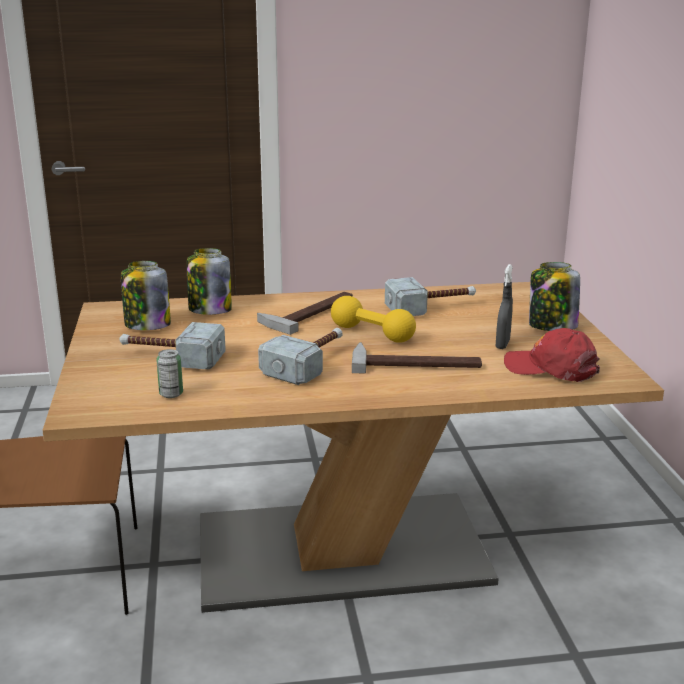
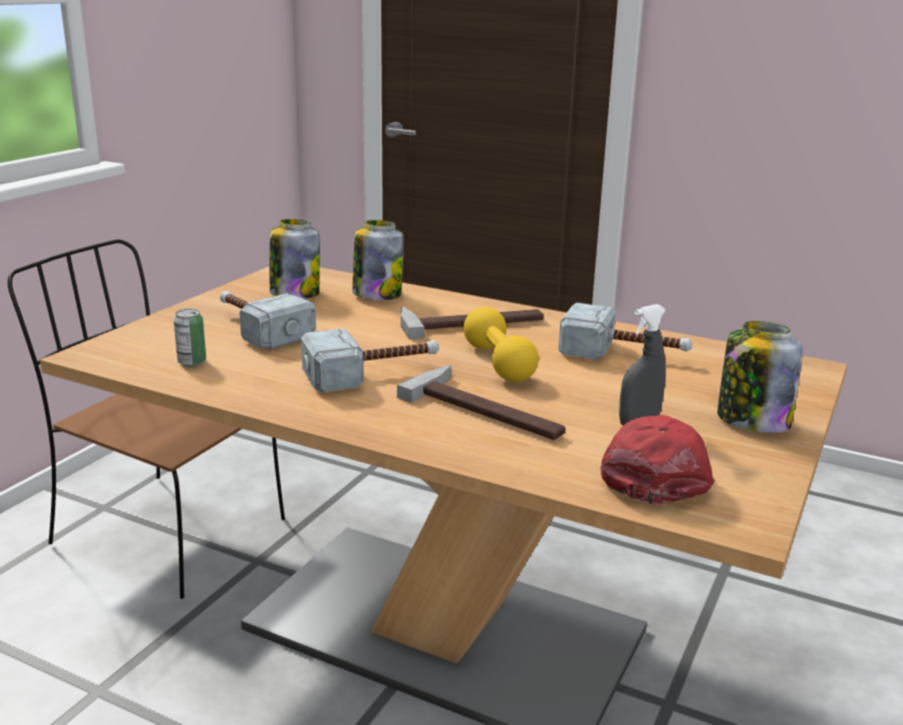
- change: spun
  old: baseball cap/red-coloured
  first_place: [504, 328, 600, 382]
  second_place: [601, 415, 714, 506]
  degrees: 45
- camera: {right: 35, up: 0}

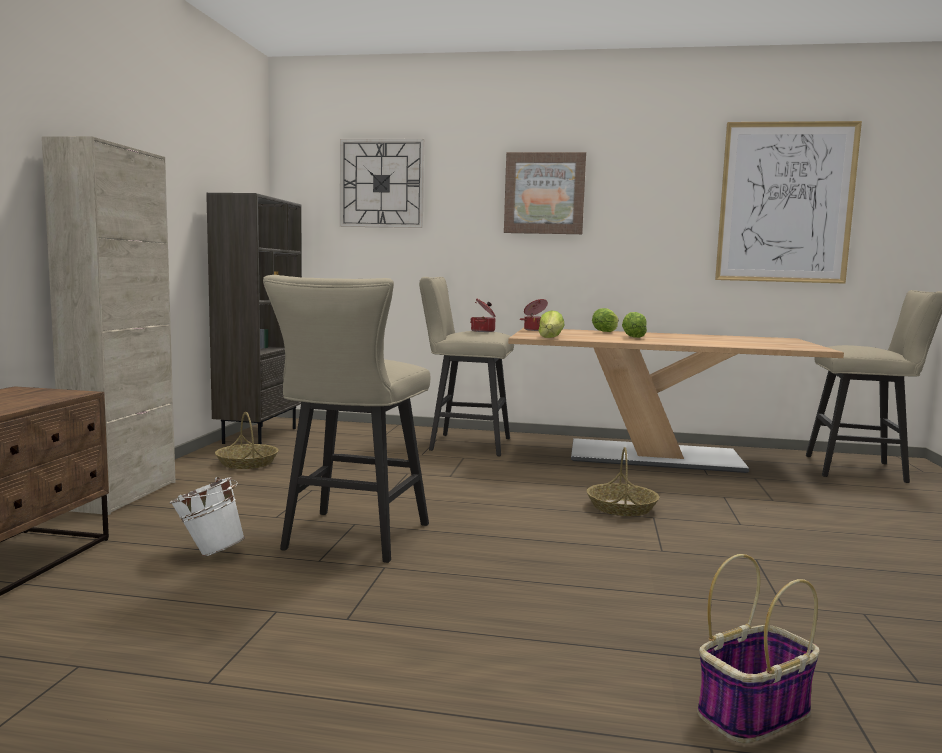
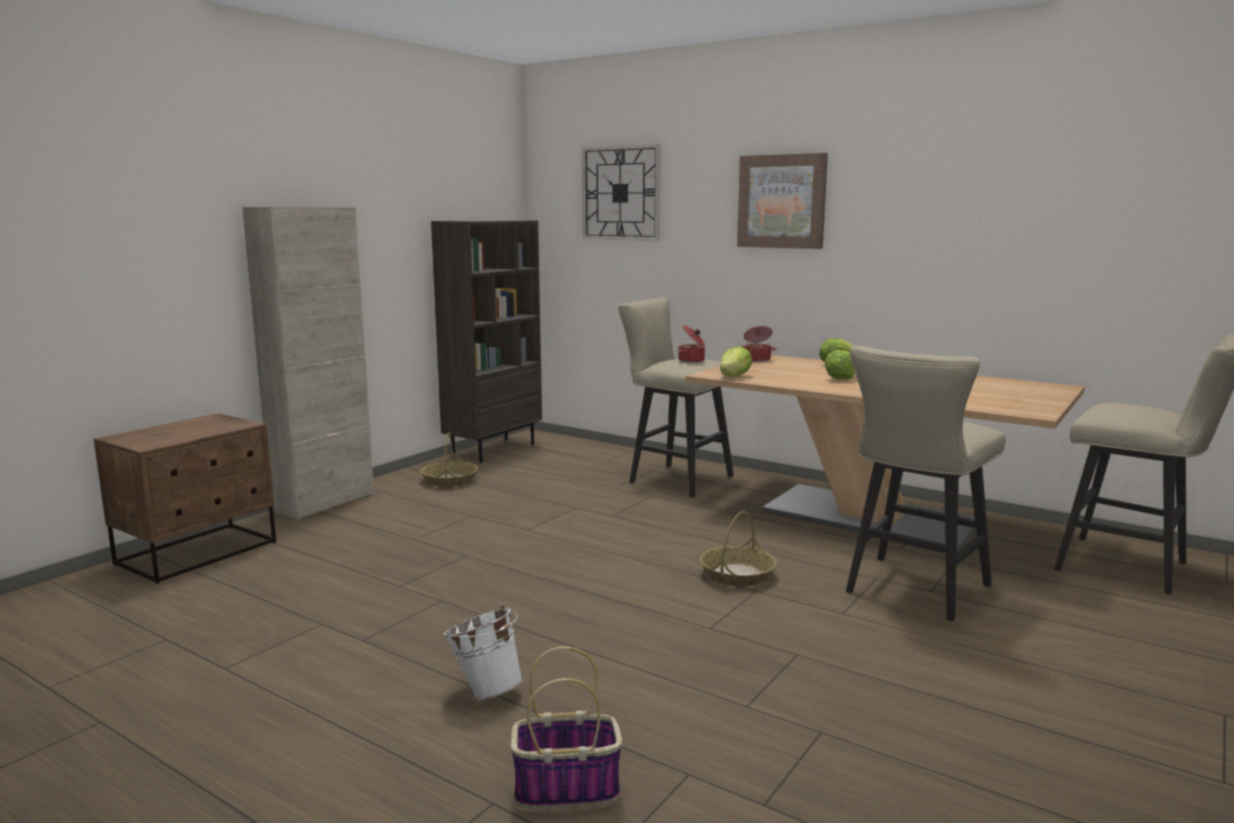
- change: missing
  old: wall picture
  first_place: [715, 121, 862, 284]
- change: relocated
  old: water bucket/whitish
  first_place: [169, 477, 245, 557]
  second_place: [443, 604, 523, 700]
- change: relocated
  old: stool seat/beige
  first_place: [263, 275, 430, 563]
  second_place: [846, 346, 1005, 621]
- camera: {right: 25, up: 5}

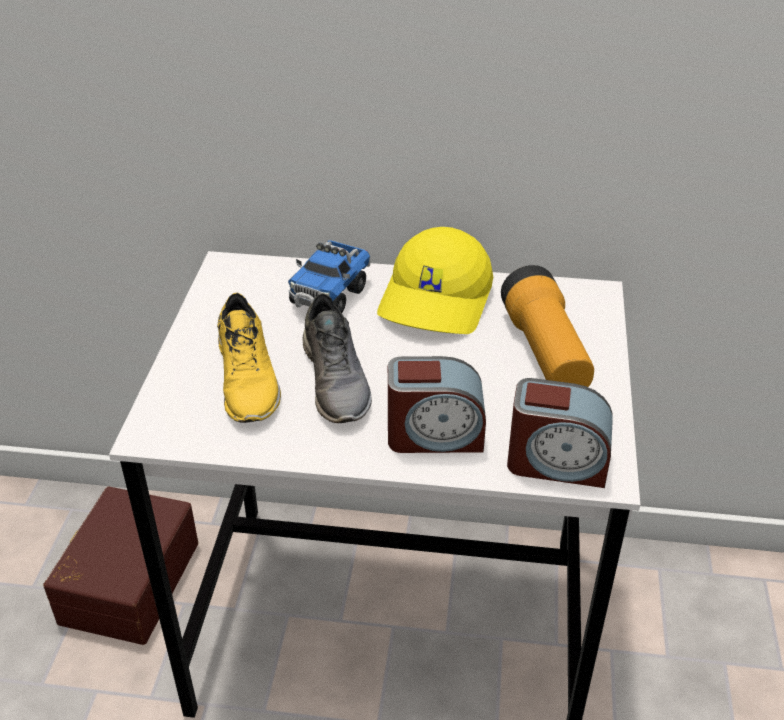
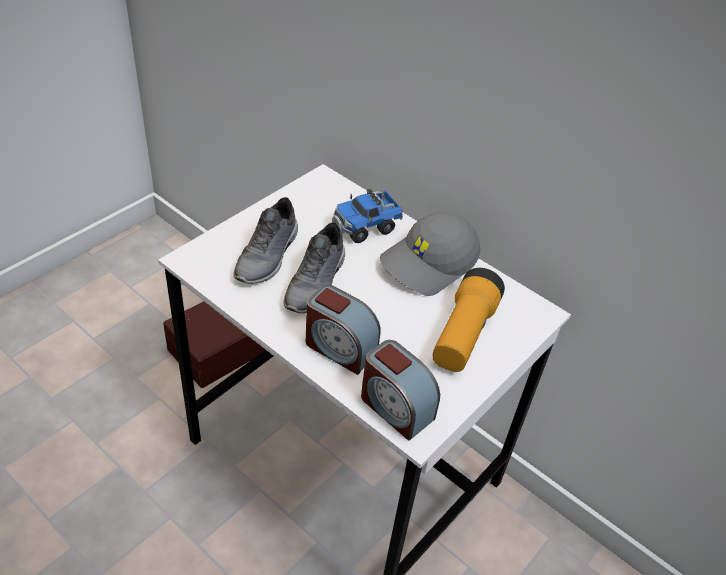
- change: colour
  old: item of footwear/yellow-coloured
  new: item of footwear/grey
  first_place: [217, 293, 281, 423]
  second_place: [234, 197, 298, 284]
- change: colour
  old: baseball cap/yellow-coloured
  new: baseball cap/grey
  first_place: [377, 227, 493, 334]
  second_place: [380, 212, 480, 296]
- camera: {right: 30, up: 5}

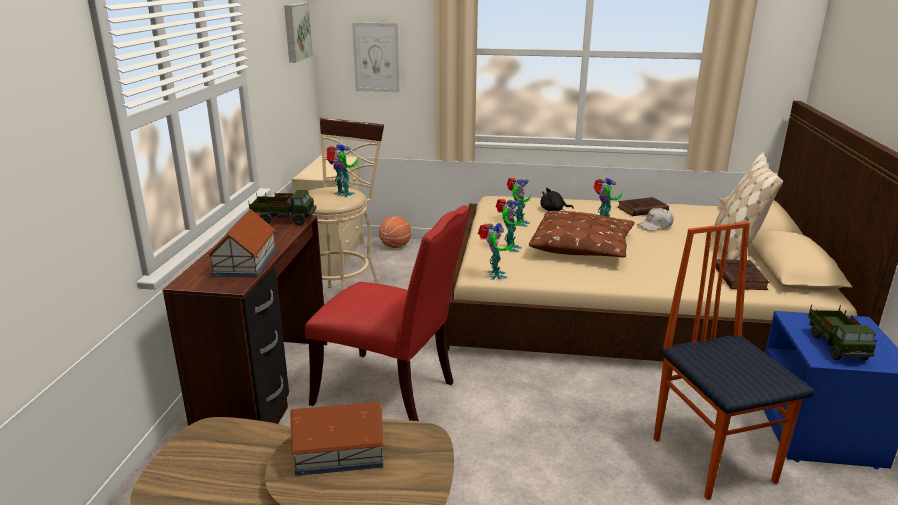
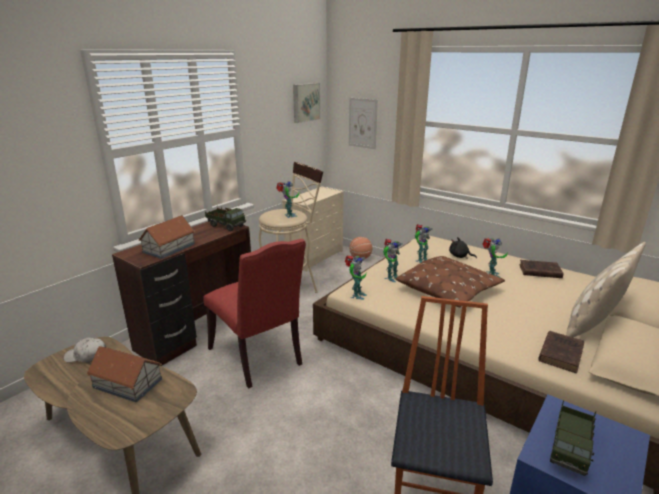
- change: relocated
  old: baseball cap/whitish
  first_place: [637, 208, 673, 231]
  second_place: [64, 337, 107, 363]
- camera: {right: 30, up: 0}

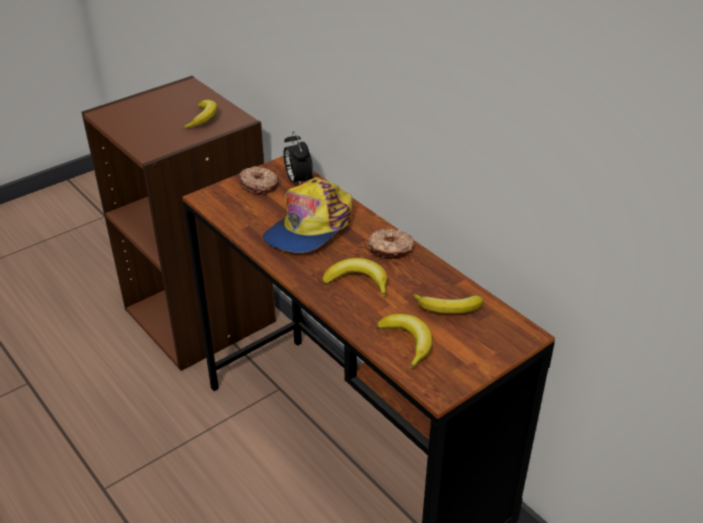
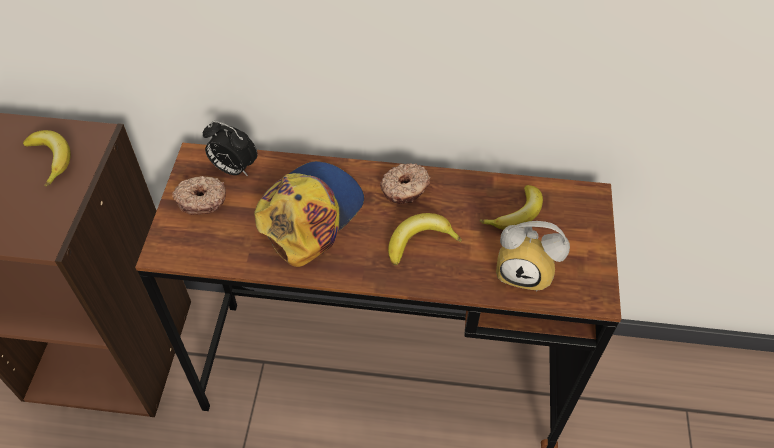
- change: exchanged
  old: banana
  new: alarm clock
  first_place: [377, 314, 433, 369]
  second_place: [496, 221, 570, 292]
- change: spun
  old: baseball cap
  first_place: [263, 177, 353, 253]
  second_place: [254, 161, 364, 267]
  degrees: -135
- camera: {right: -45, up: 15}

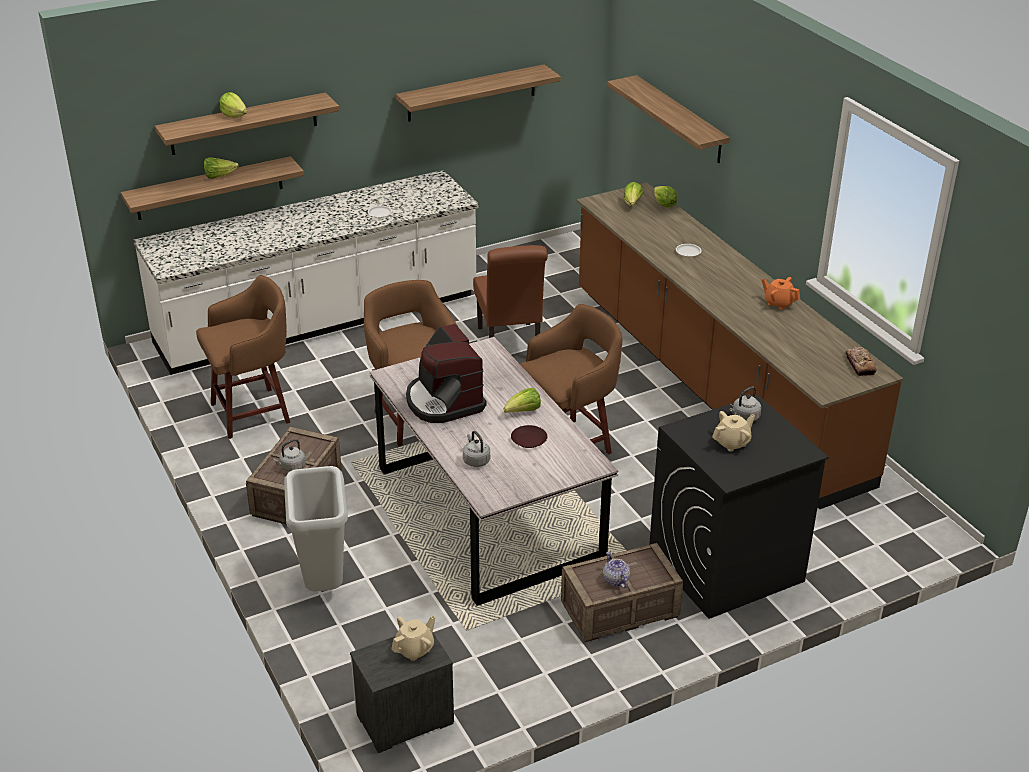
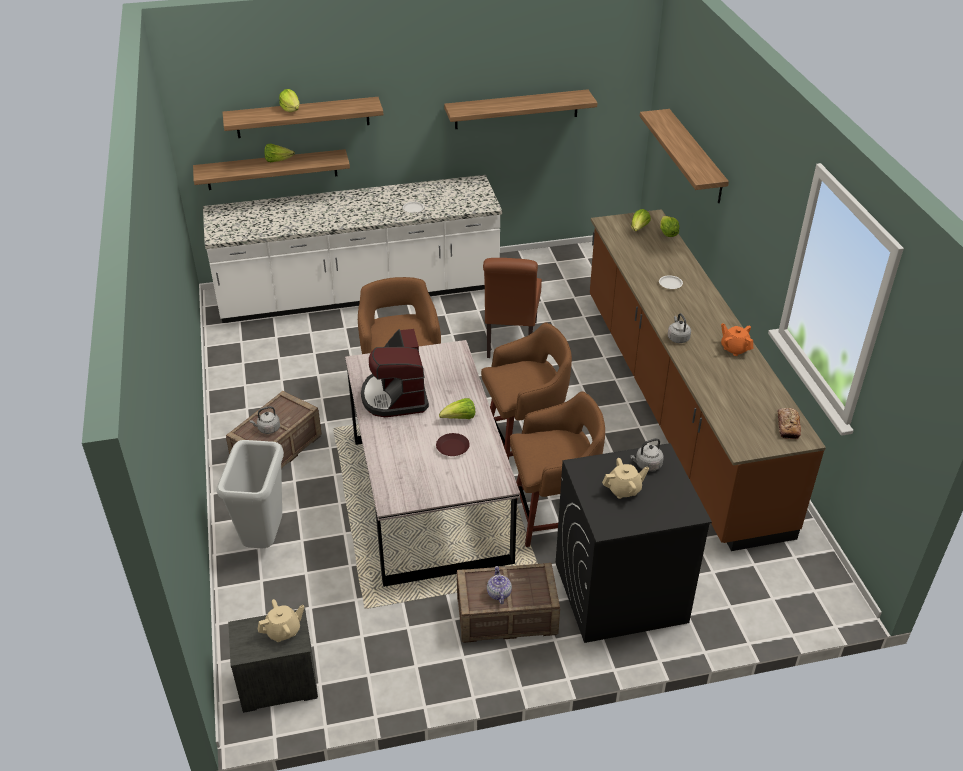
- change: relocated
  old: stool seat/brown
  first_place: [196, 275, 290, 439]
  second_place: [510, 391, 605, 547]
- change: relocated
  old: kettle/grey
  first_place: [463, 431, 490, 467]
  second_place: [668, 313, 691, 343]
- camera: {right: 15, up: 5}

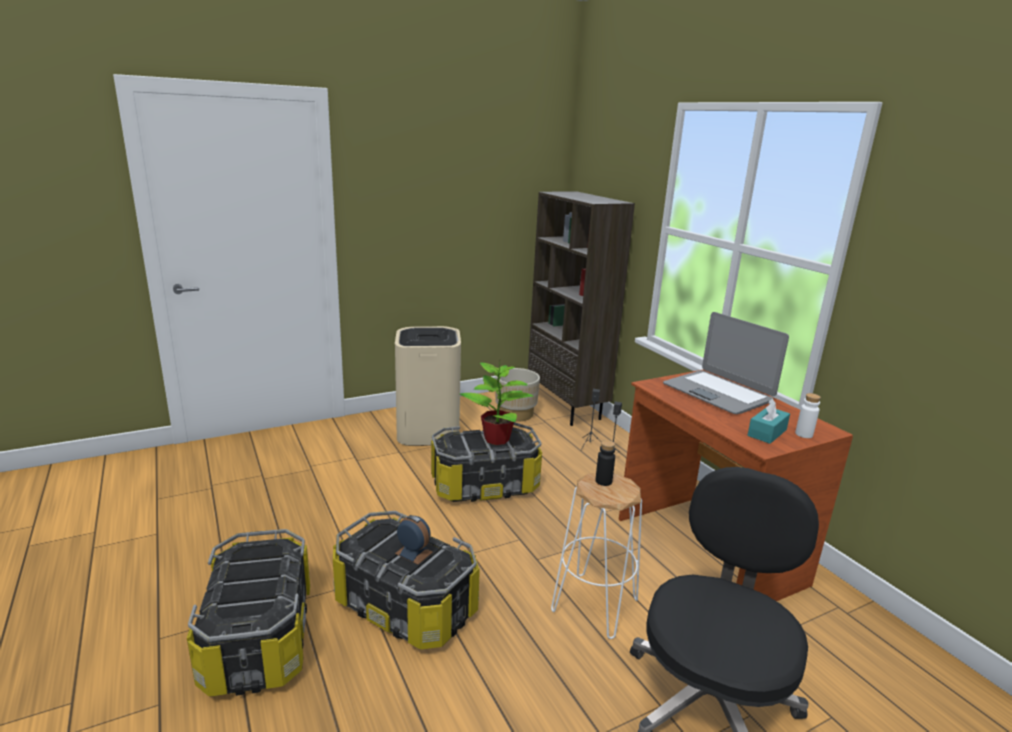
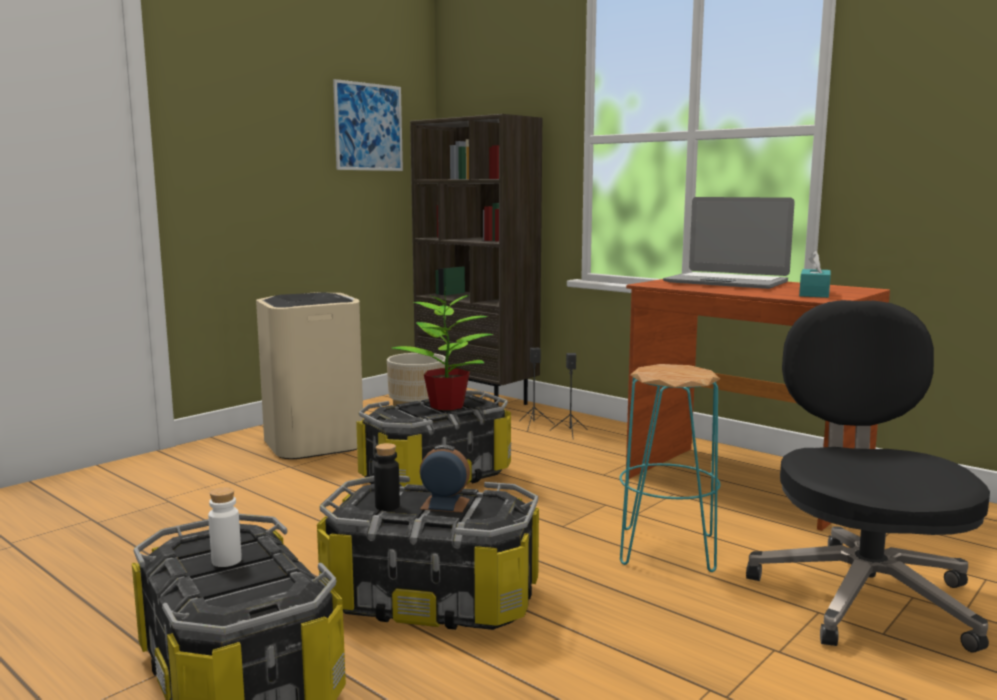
- change: appeared
  new: wall picture
  second_place: [333, 79, 403, 171]
- change: relocated
  old: drink bottle/black
  first_place: [595, 440, 615, 486]
  second_place: [374, 443, 400, 511]
- change: relocated
  old: drink bottle/whitish
  first_place: [795, 393, 821, 438]
  second_place: [208, 487, 242, 567]
- change: colour
  old: stool seat/whitish
  new: stool seat/turquoise-coloured
  first_place: [551, 473, 642, 639]
  second_place: [620, 364, 720, 572]
- camera: {right: -20, up: -10}

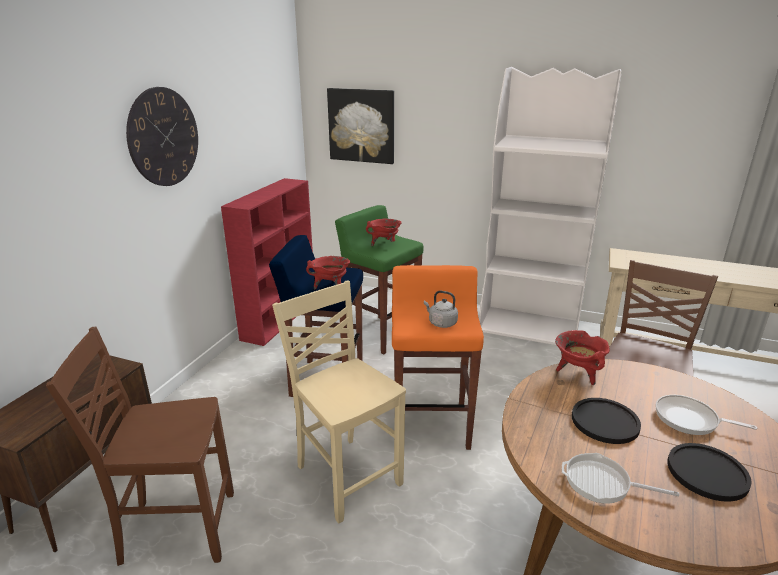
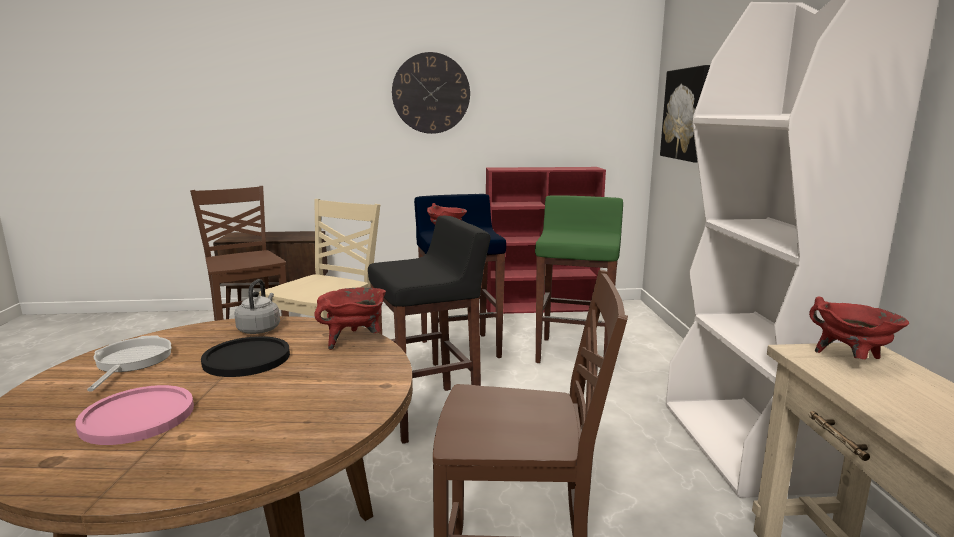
- change: missing
  old: skillet
  first_place: [656, 395, 757, 435]
- change: relocated
  old: stockpot/red-coloured
  first_place: [366, 219, 402, 246]
  second_place: [809, 297, 909, 359]
- change: relocated
  old: kettle/grey
  first_place: [424, 291, 458, 328]
  second_place: [234, 279, 280, 334]
- change: colour
  old: stool seat/orangey
  new: stool seat/black
  first_place: [392, 265, 484, 450]
  second_place: [368, 216, 491, 444]
- change: colour
  old: flat dish/black
  new: flat dish/pink-coloured
  first_place: [667, 443, 752, 502]
  second_place: [75, 385, 194, 445]
- camera: {right: 65, up: -10}

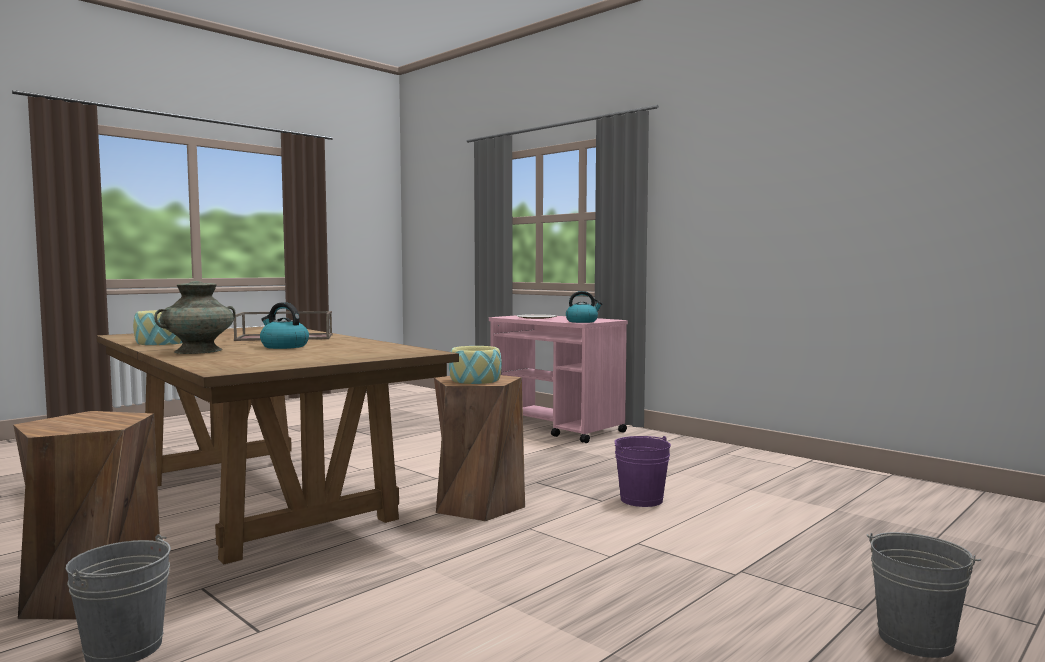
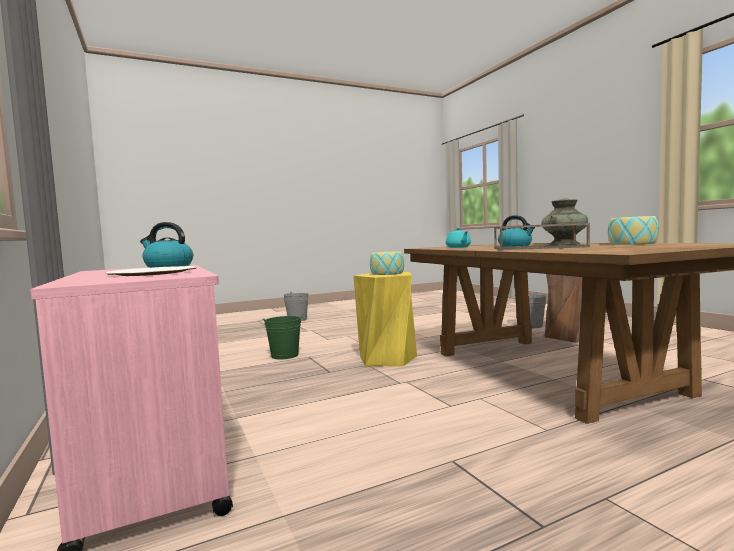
- change: appeared
  new: pot for tea/turquoise-coloured
  second_place: [446, 228, 471, 248]
- change: colour
  old: stool seat/brown
  new: stool seat/yellow-coloured
  first_place: [434, 375, 525, 521]
  second_place: [354, 272, 417, 367]
- change: colour
  old: water bucket/purple-coloured
  new: water bucket/green
  first_place: [614, 436, 671, 507]
  second_place: [262, 316, 302, 359]
- camera: {right: -160, up: 0}

